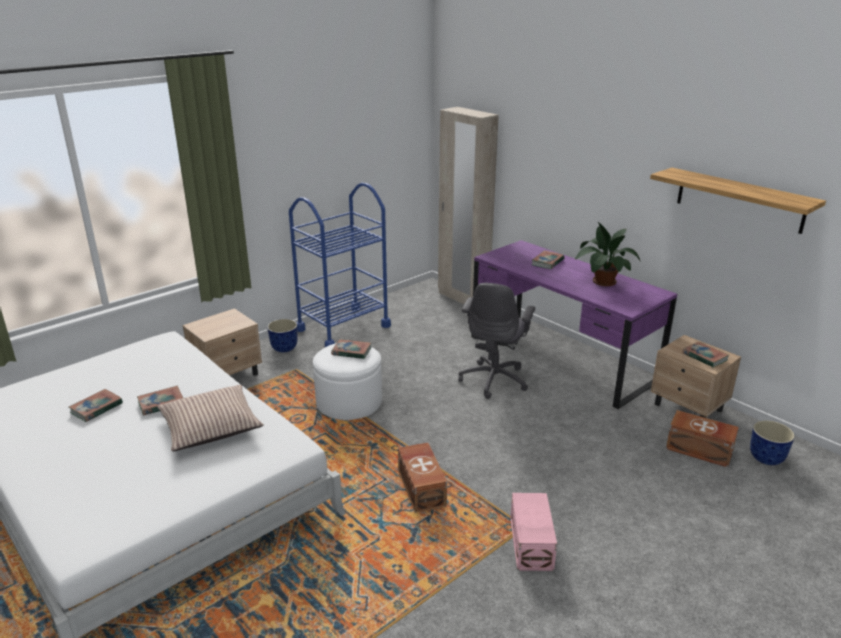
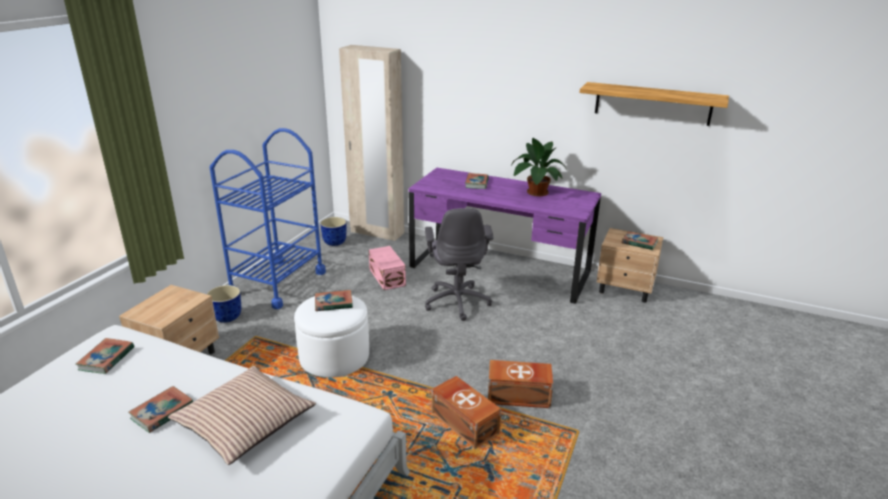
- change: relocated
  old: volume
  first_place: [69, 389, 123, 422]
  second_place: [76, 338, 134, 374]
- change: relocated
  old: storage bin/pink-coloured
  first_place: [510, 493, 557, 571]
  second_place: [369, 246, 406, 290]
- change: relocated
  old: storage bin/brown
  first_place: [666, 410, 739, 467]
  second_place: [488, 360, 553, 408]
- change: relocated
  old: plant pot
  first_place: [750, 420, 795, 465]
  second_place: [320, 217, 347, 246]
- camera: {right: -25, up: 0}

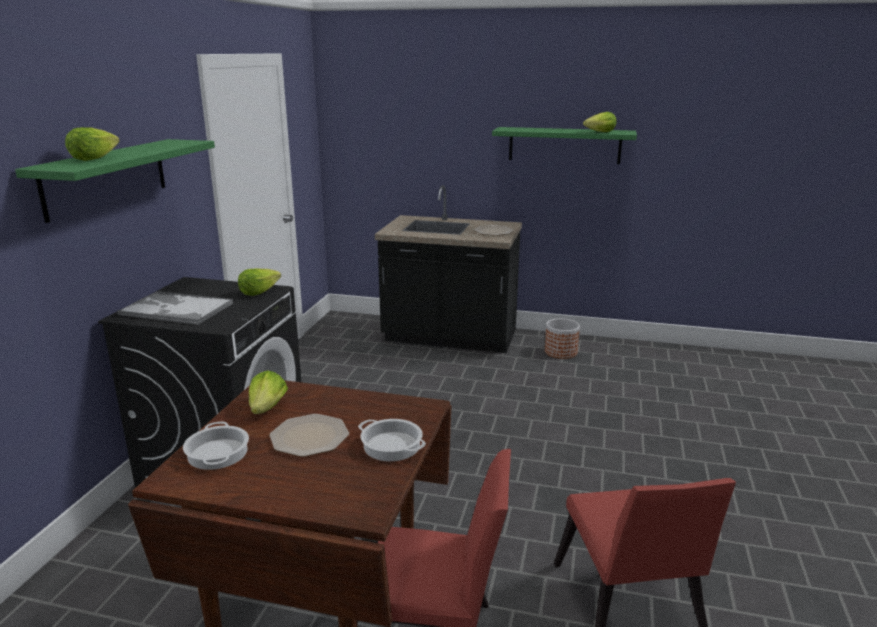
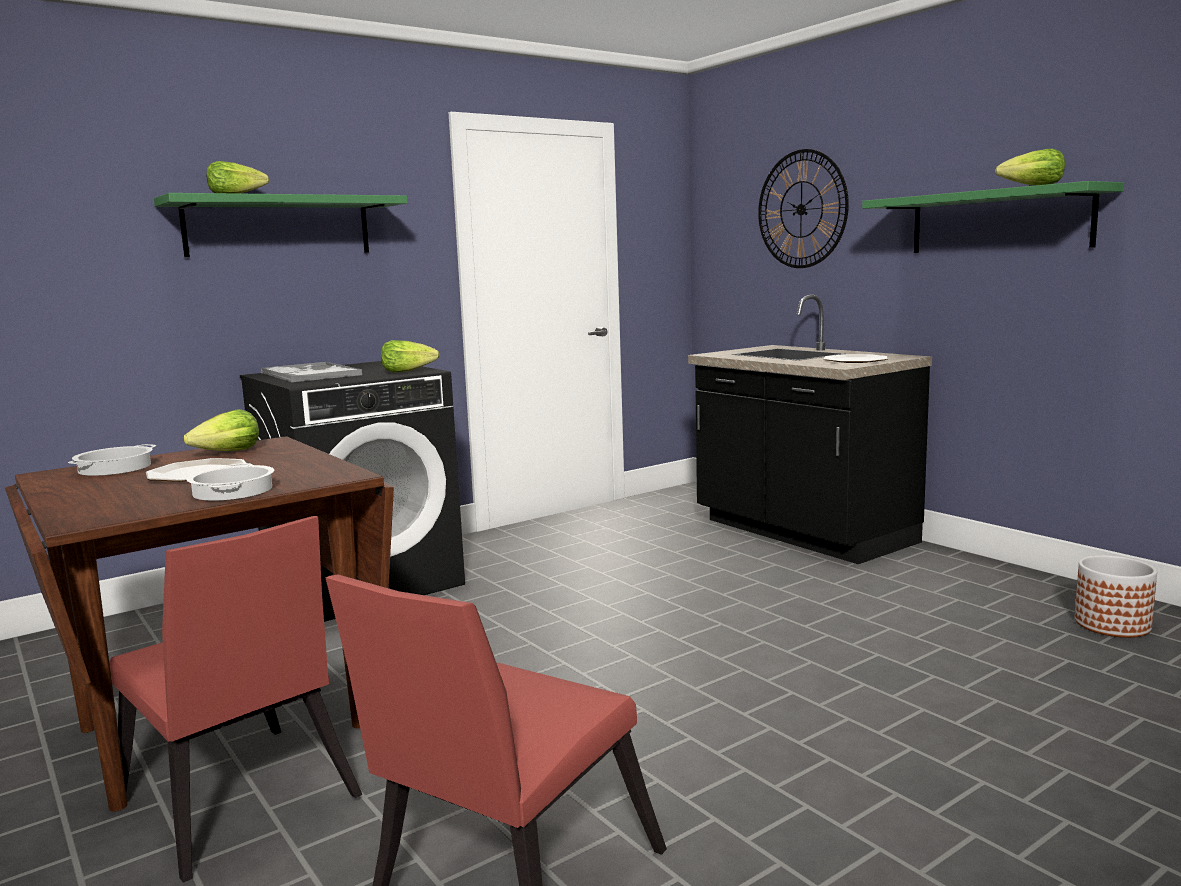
- change: appeared
  new: hanging clock
  second_place: [758, 149, 849, 268]
- change: relocated
  old: plant pot
  first_place: [545, 318, 580, 359]
  second_place: [1075, 555, 1157, 638]
- camera: {right: 40, up: -10}

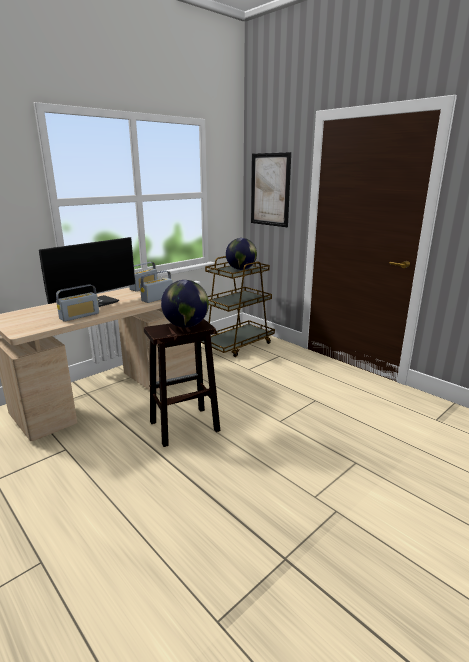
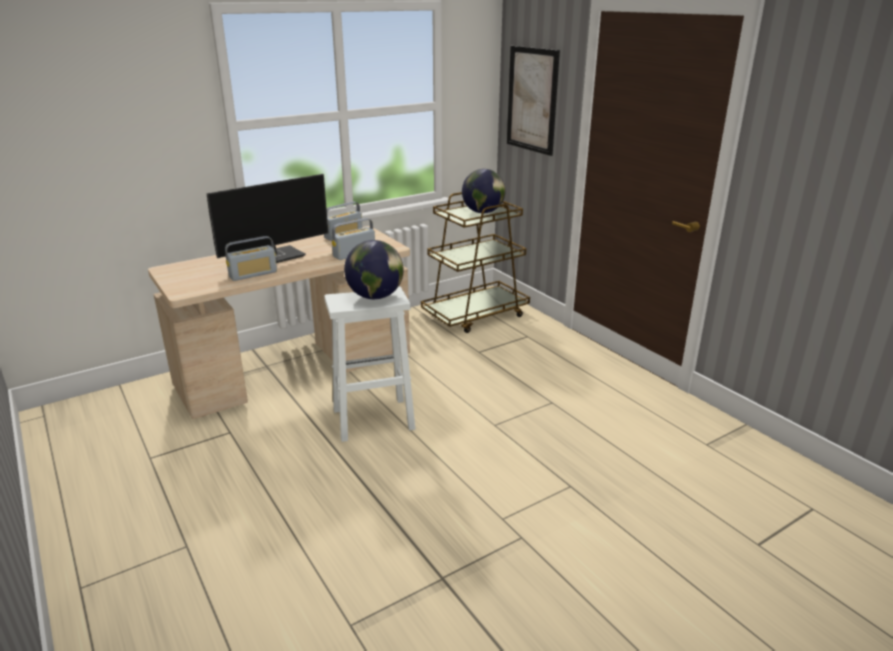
- change: colour
  old: stool seat/brown
  new: stool seat/whitish
  first_place: [144, 319, 220, 447]
  second_place: [324, 286, 416, 442]
- camera: {right: 10, up: 5}

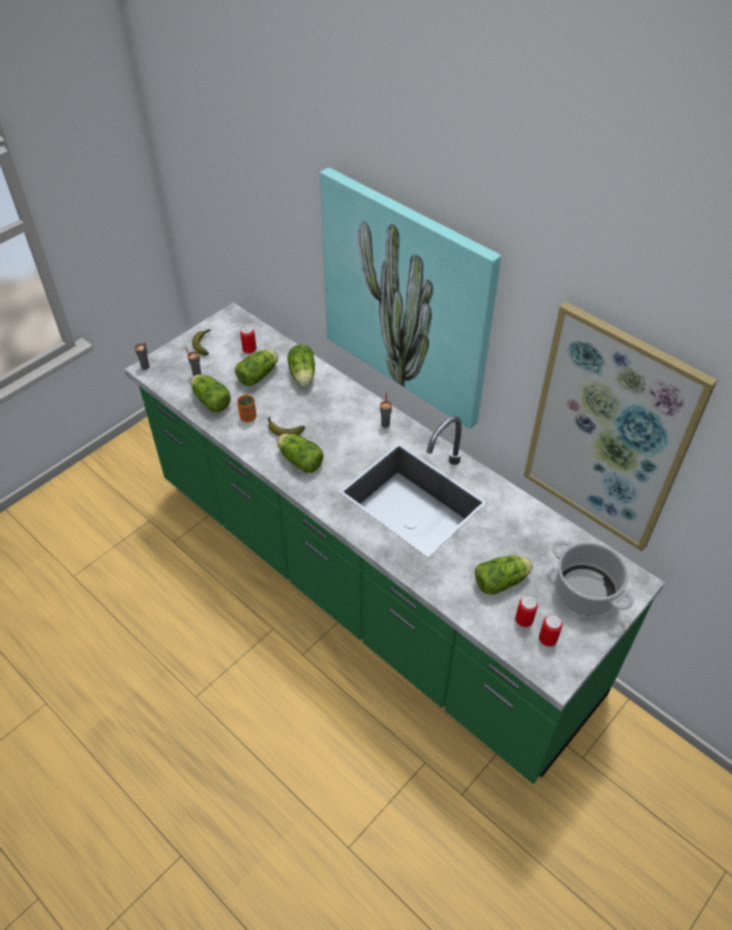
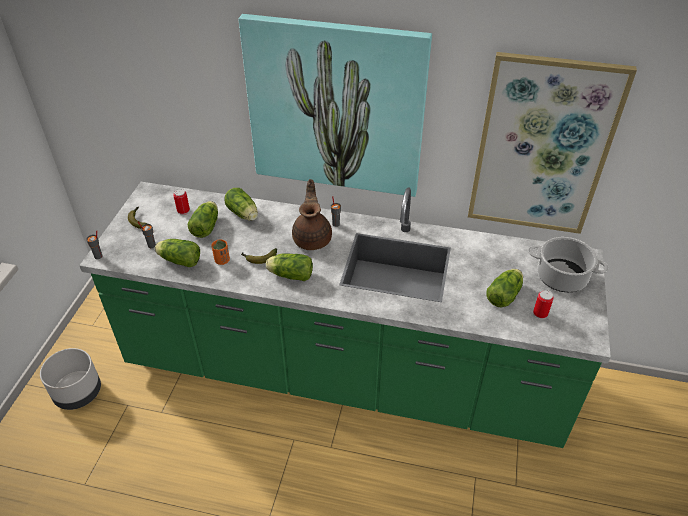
- change: missing
  old: can
  first_place: [539, 614, 563, 647]
- change: appeared
  new: plant pot/grey
  second_place: [40, 348, 101, 410]
- change: appeared
  new: pot for tea/brown
  second_place: [292, 179, 332, 250]
- camera: {right: -30, up: -5}

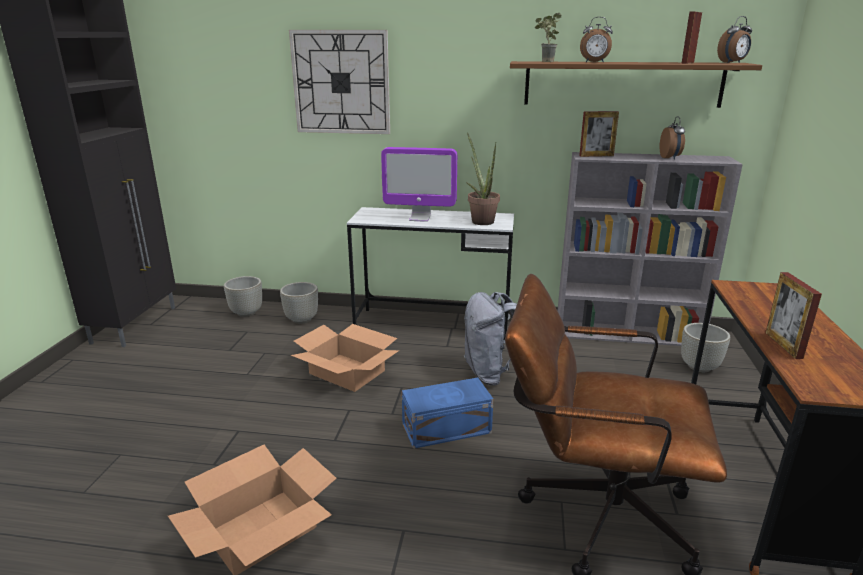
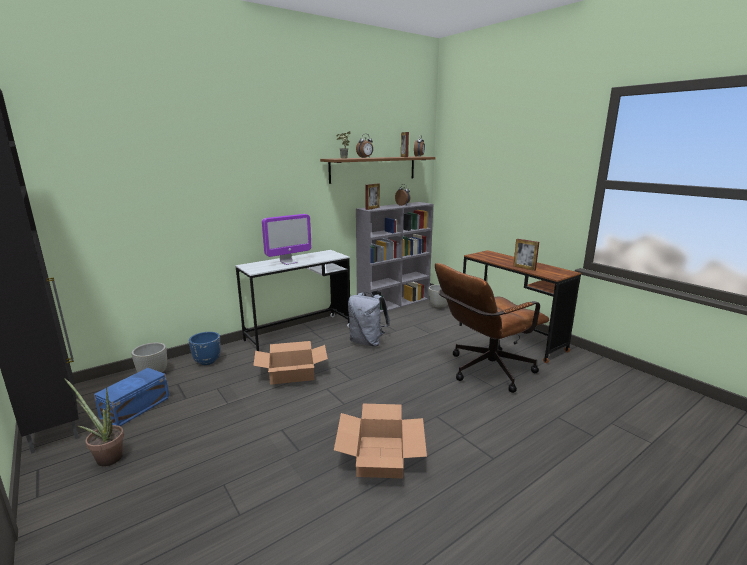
- change: missing
  old: hanging clock
  first_place: [289, 30, 390, 134]
- change: relocated
  old: storage bin/blue
  first_place: [402, 378, 493, 449]
  second_place: [94, 368, 170, 426]
- change: relocated
  old: potted plant
  first_place: [466, 133, 500, 225]
  second_place: [64, 378, 124, 467]
- change: colour
  old: plant pot/grey
  new: plant pot/blue
  first_place: [280, 282, 318, 324]
  second_place: [189, 332, 221, 365]
- camera: {right: -45, up: -5}

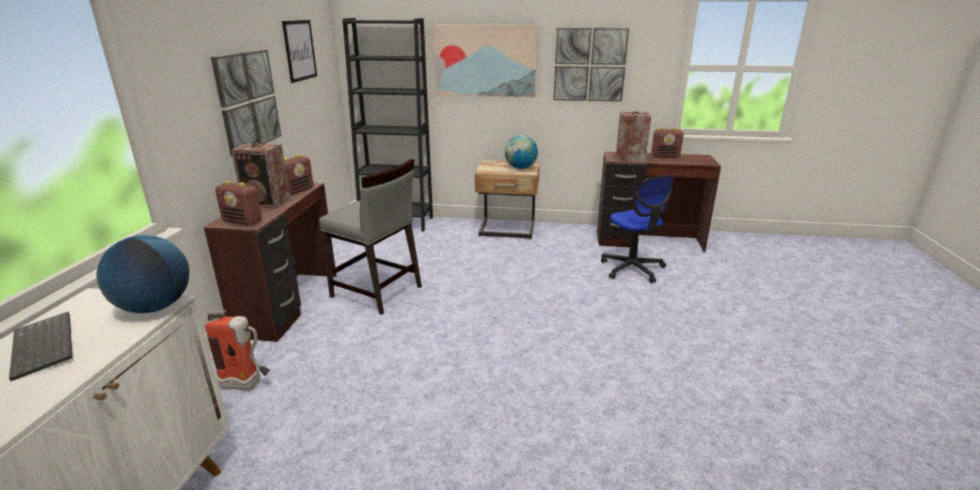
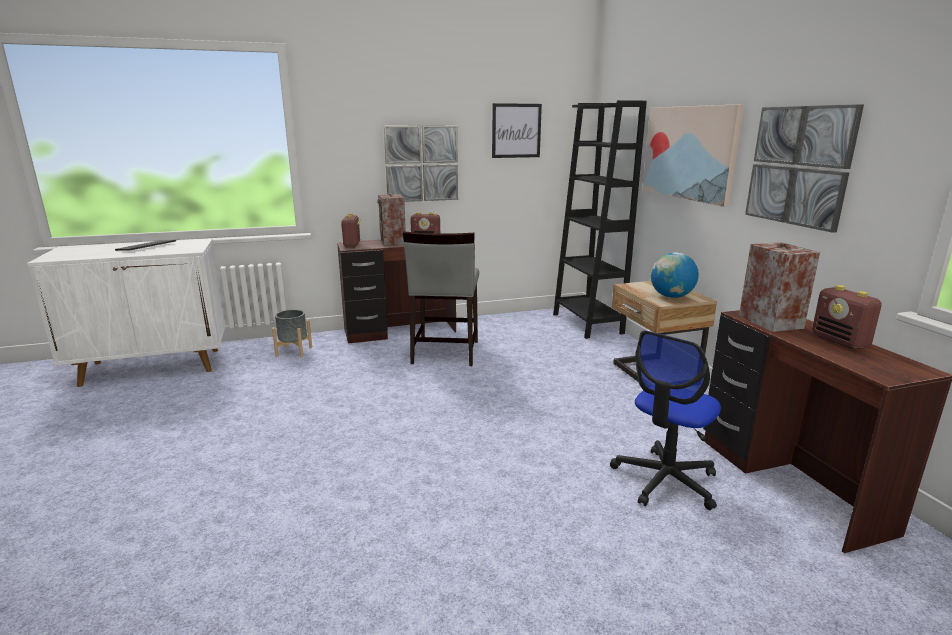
- change: missing
  old: world globe
  first_place: [96, 235, 189, 313]
- change: exchanged
  old: extinguisher
  new: plant pot/grey
  first_place: [205, 310, 270, 390]
  second_place: [272, 310, 312, 358]
- camera: {right: 65, up: -5}

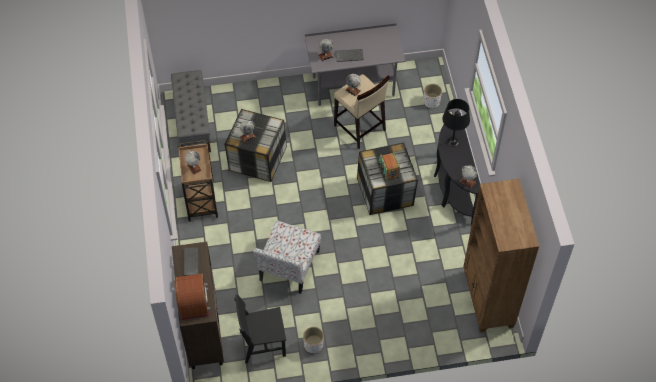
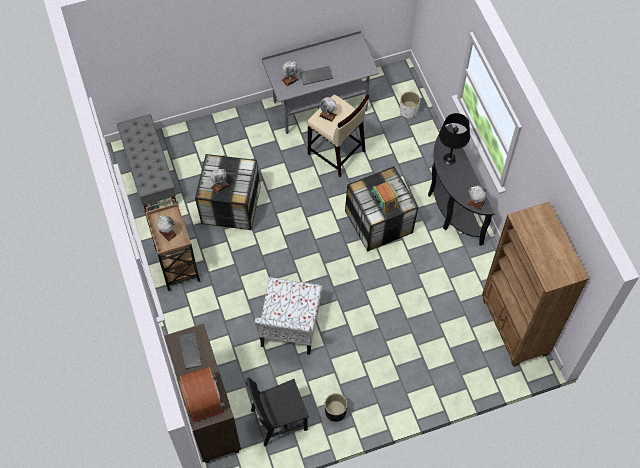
- change: colour
  old: plant pot/whitish
  new: plant pot/black
  first_place: [303, 327, 324, 353]
  second_place: [325, 393, 348, 422]
- camera: {right: -10, up: 5}

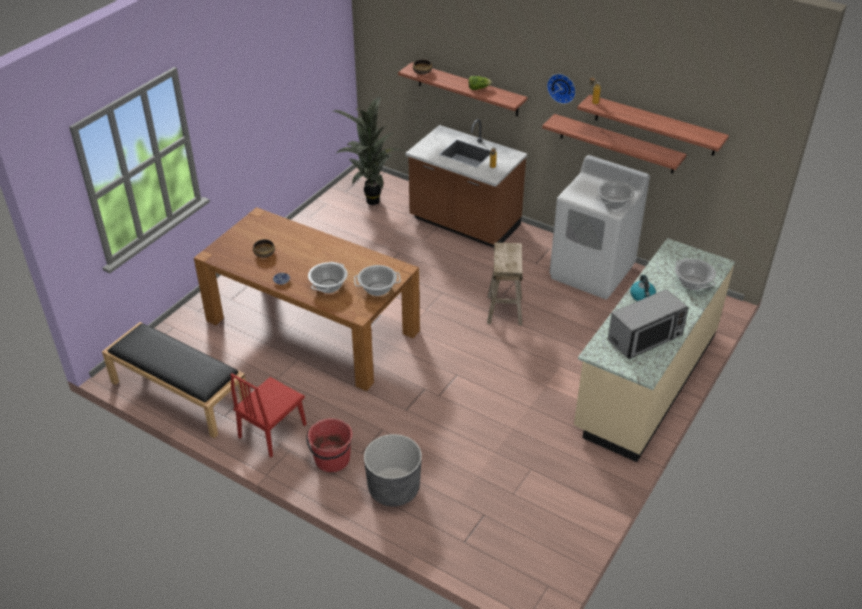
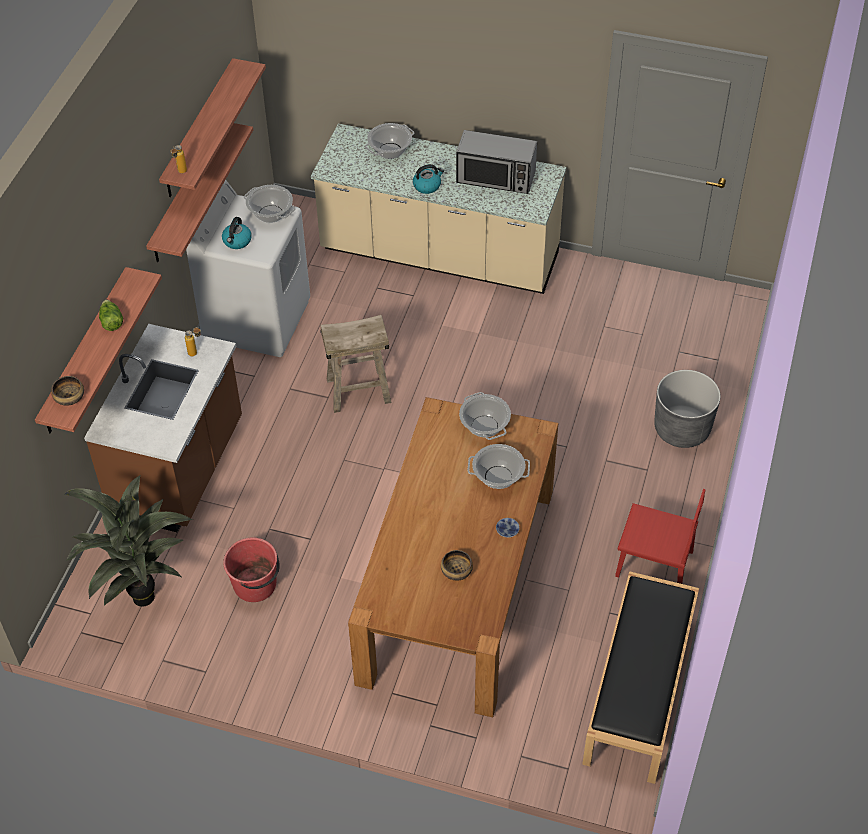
- change: missing
  old: hanging clock
  first_place: [547, 74, 576, 104]
- change: appeared
  new: kettle
  second_place: [222, 217, 252, 249]
- change: relocated
  old: water bucket/red-coloured
  first_place: [306, 418, 352, 472]
  second_place: [223, 537, 280, 602]
- change: spun
  old: microwave
  first_place: [608, 289, 688, 359]
  second_place: [456, 130, 537, 194]
  degrees: 150
- camera: {right: -105, up: 10}

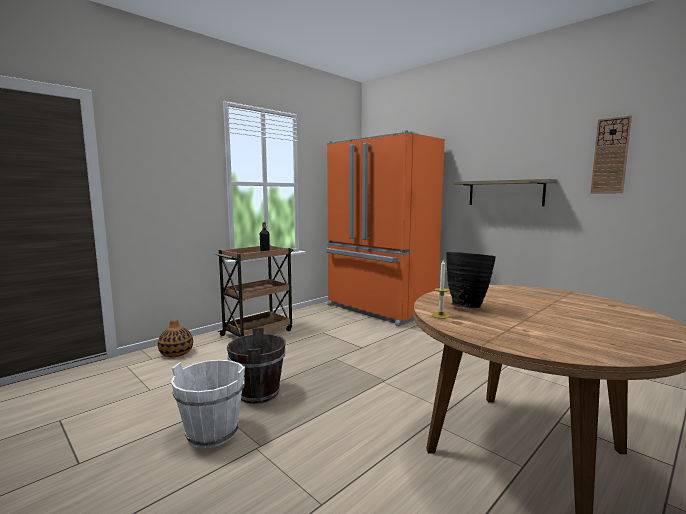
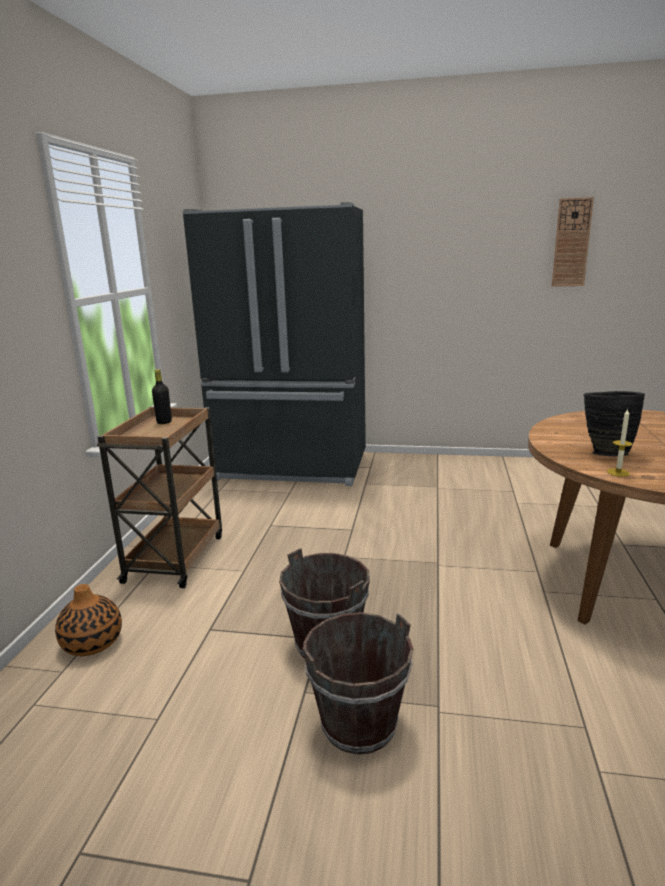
- change: missing
  old: bracket shelf
  first_place: [453, 179, 557, 206]
- change: colour
  old: water bucket/whitish
  new: water bucket/brown
  first_place: [171, 360, 245, 448]
  second_place: [302, 612, 413, 755]
- change: colour
  old: kitchen fridge/orangey
  new: kitchen fridge/black
  first_place: [326, 131, 445, 326]
  second_place: [182, 202, 366, 486]
- camera: {right: -35, up: 10}

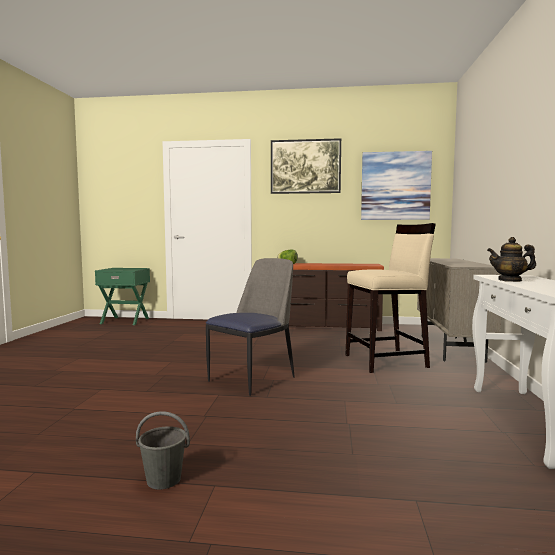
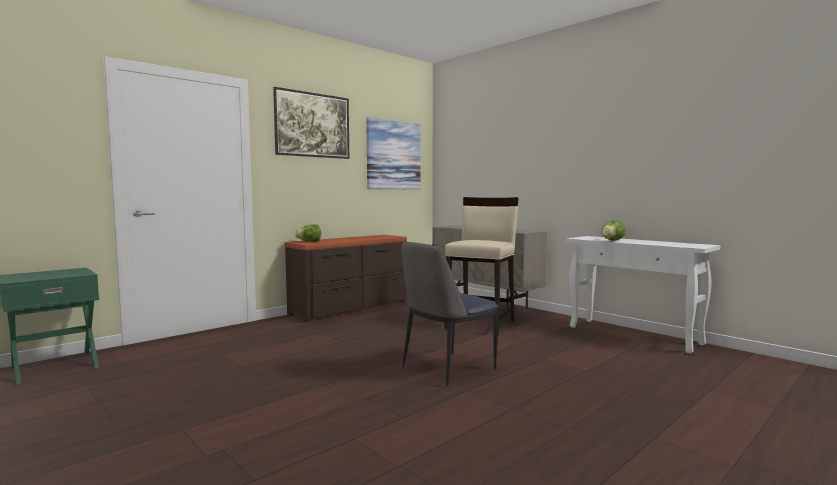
- change: missing
  old: water bucket/grey
  first_place: [136, 411, 190, 490]
- change: exchanged
  old: pot for tea
  new: lettuce
  first_place: [487, 237, 536, 282]
  second_place: [601, 220, 626, 240]
- change: spun
  old: plain chair
  first_place: [206, 258, 295, 396]
  second_place: [401, 242, 498, 386]
  degrees: -120
- camera: {right: -50, up: 0}

